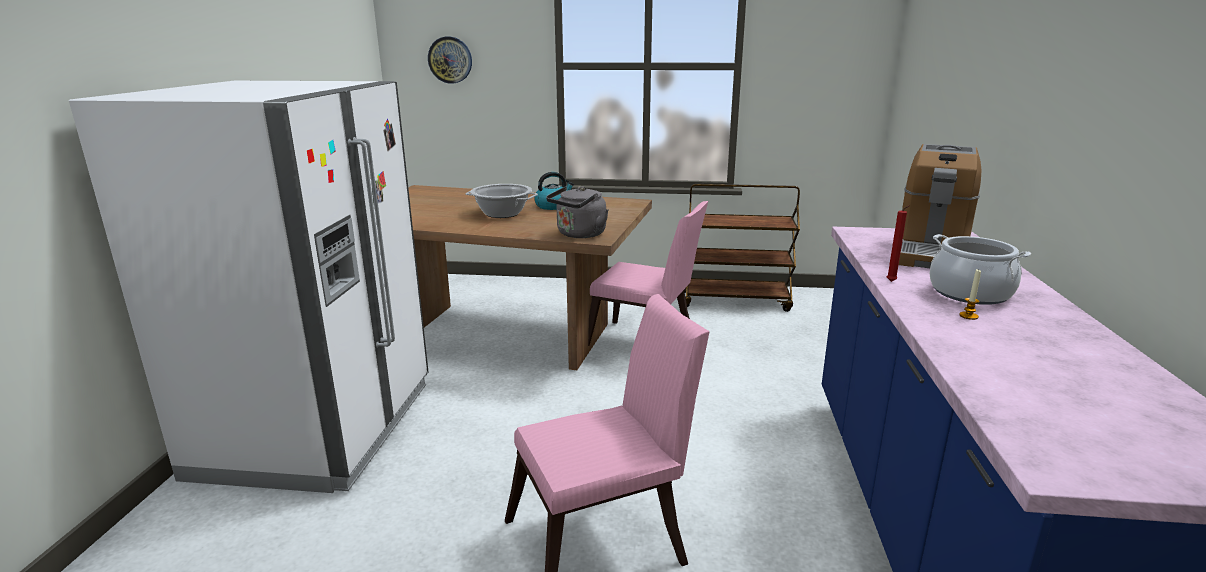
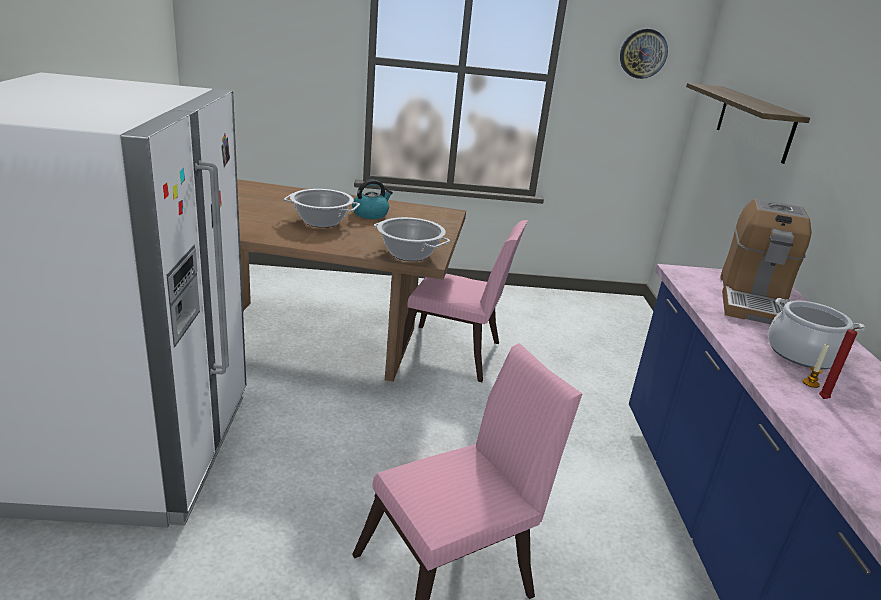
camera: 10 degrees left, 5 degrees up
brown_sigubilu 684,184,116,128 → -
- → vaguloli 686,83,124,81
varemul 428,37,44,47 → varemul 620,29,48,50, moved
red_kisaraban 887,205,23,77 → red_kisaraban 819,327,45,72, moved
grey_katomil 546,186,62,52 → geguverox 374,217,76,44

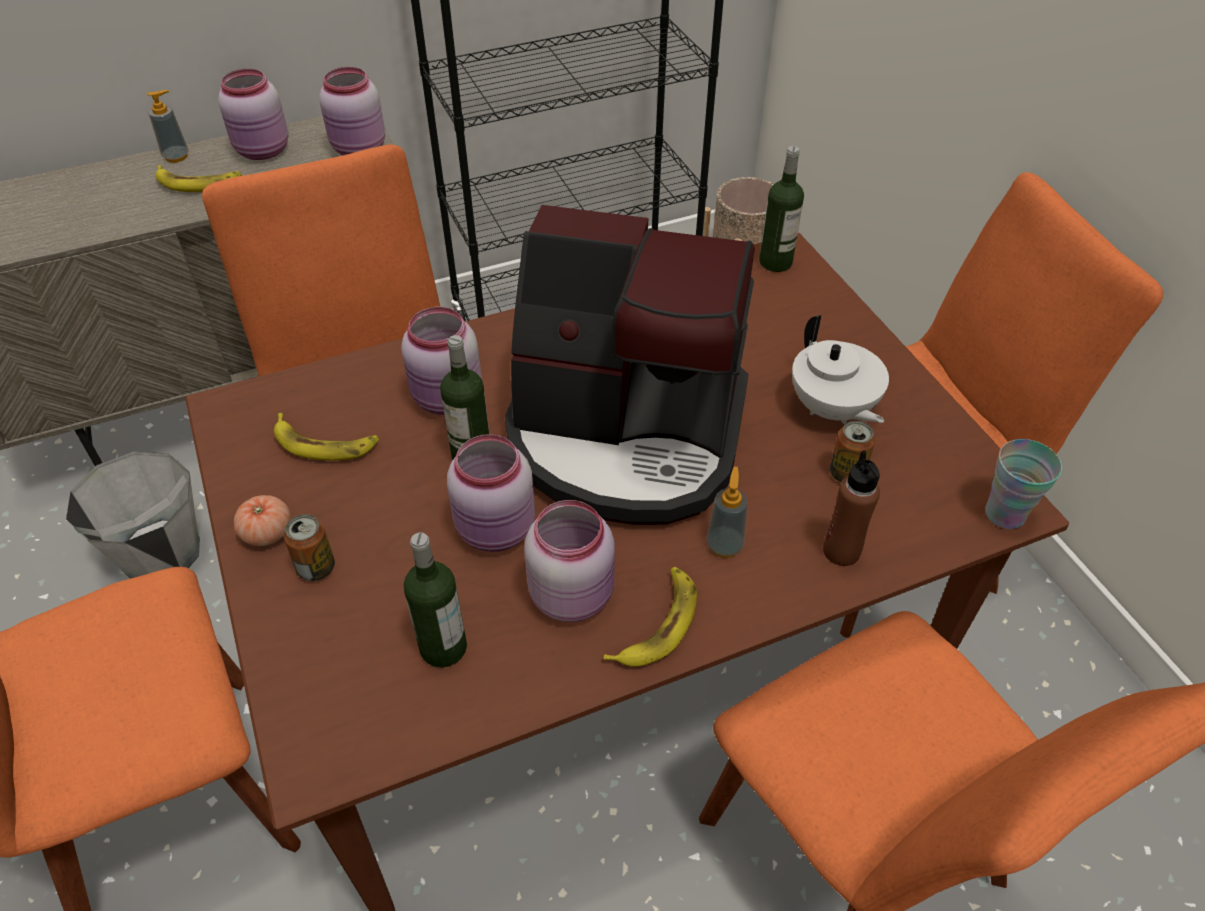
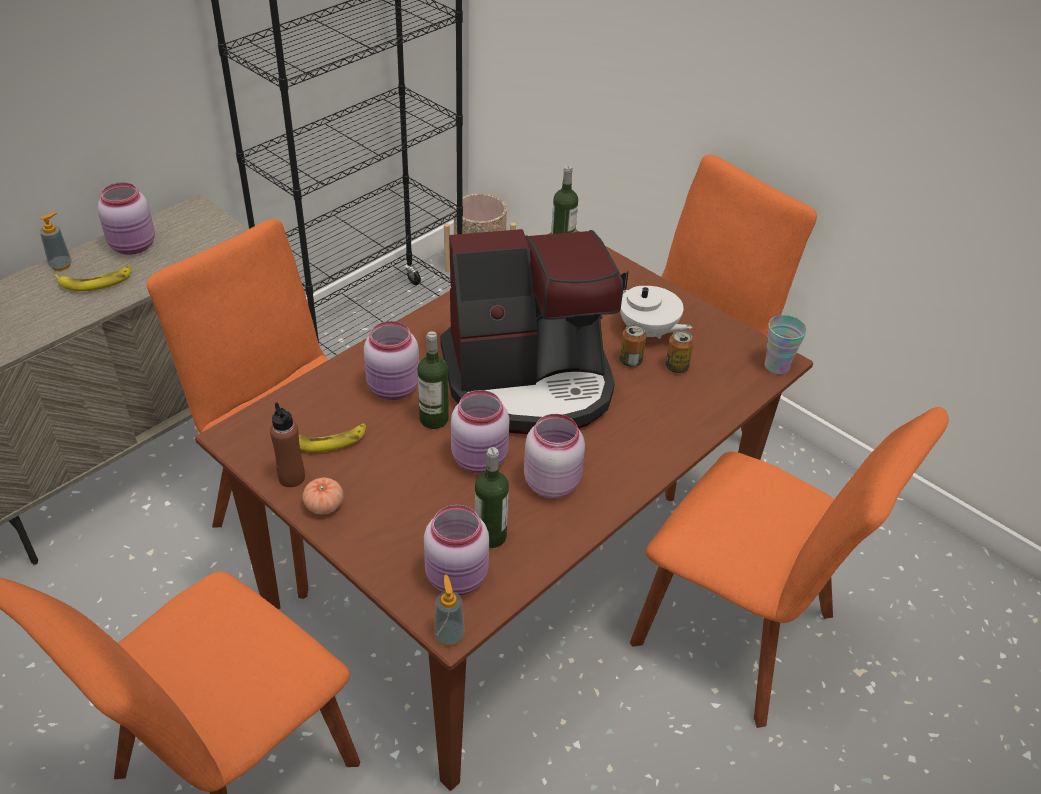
camera: 25 degrees left, 5 degrees down
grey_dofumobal 66,451,134,128 → -
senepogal 604,567,93,100 → -
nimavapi 284,514,51,67 → nimavapi 619,324,28,43, moved
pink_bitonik 319,67,66,88 → pink_bitonik 424,505,65,90, moved
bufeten 706,466,42,92 → bufeten 434,575,30,71, moved
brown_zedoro 823,450,57,116 → brown_zedoro 270,402,35,85, moved

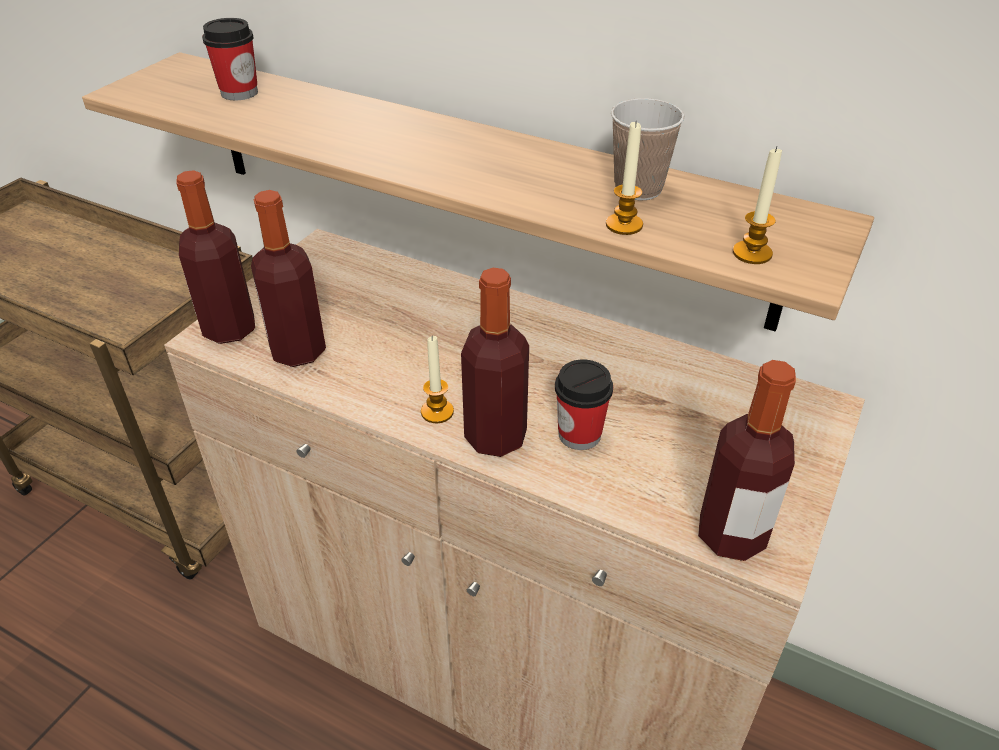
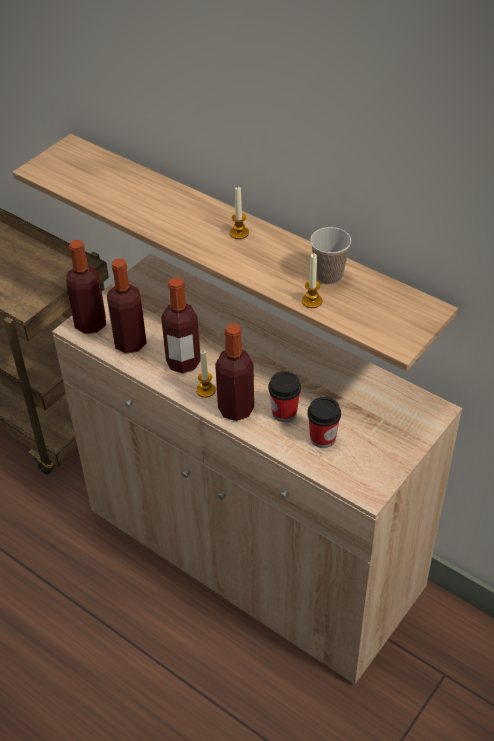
camera: 10 degrees right, 5 degrees up
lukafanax 202,18,56,82 → lukafanax 307,397,34,51, moved
zedoro 698,360,98,201 → zedoro 161,277,40,96, moved
kisaraban 733,147,49,117 → kisaraban 230,187,19,52, moved

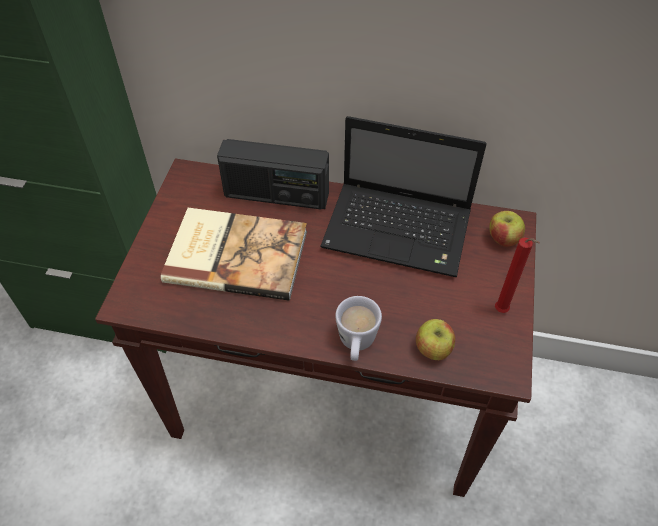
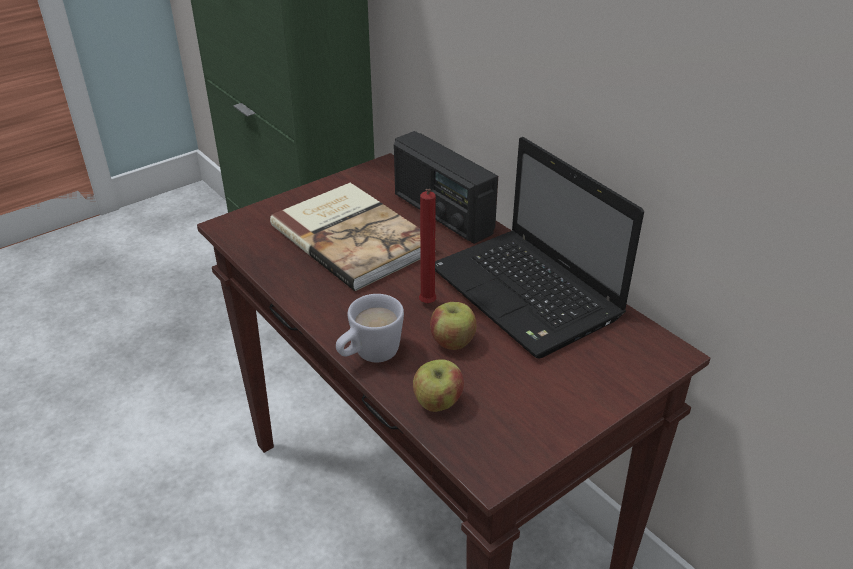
camera: 40 degrees right, 15 degrees down
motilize 489,211,36,36 → motilize 430,302,47,48, moved
red_kisaraban 495,237,45,76 → red_kisaraban 419,189,17,114, moved

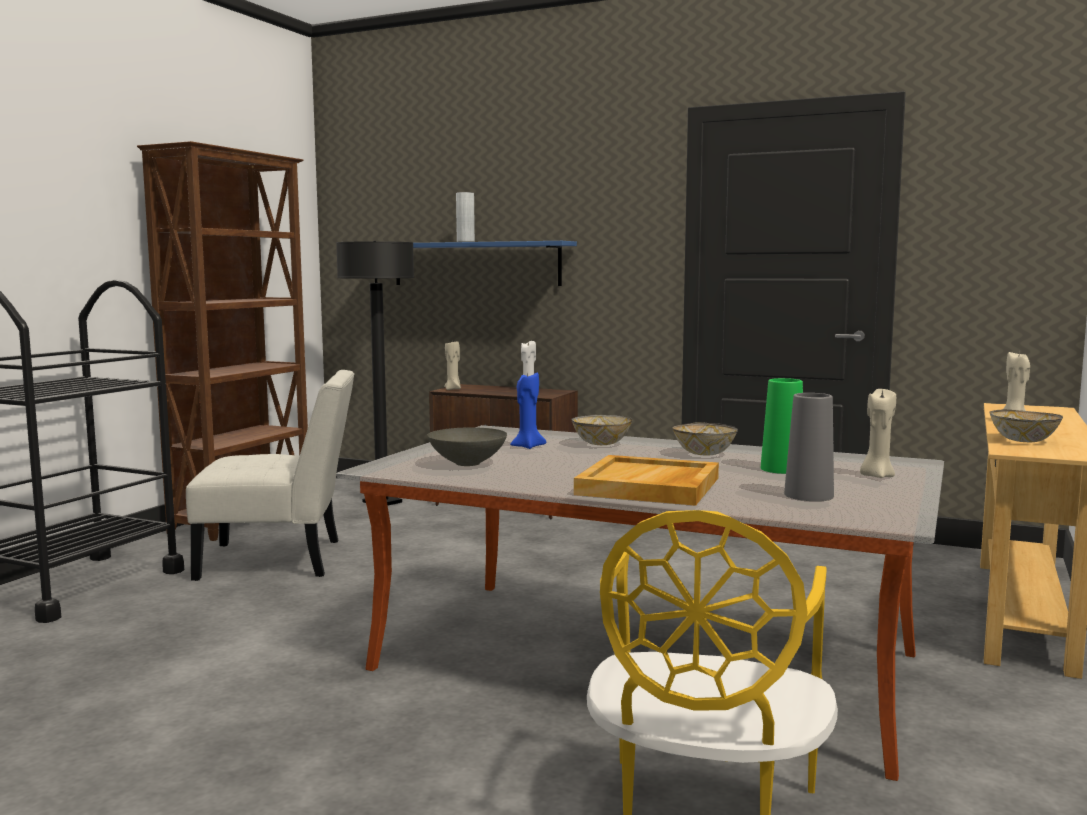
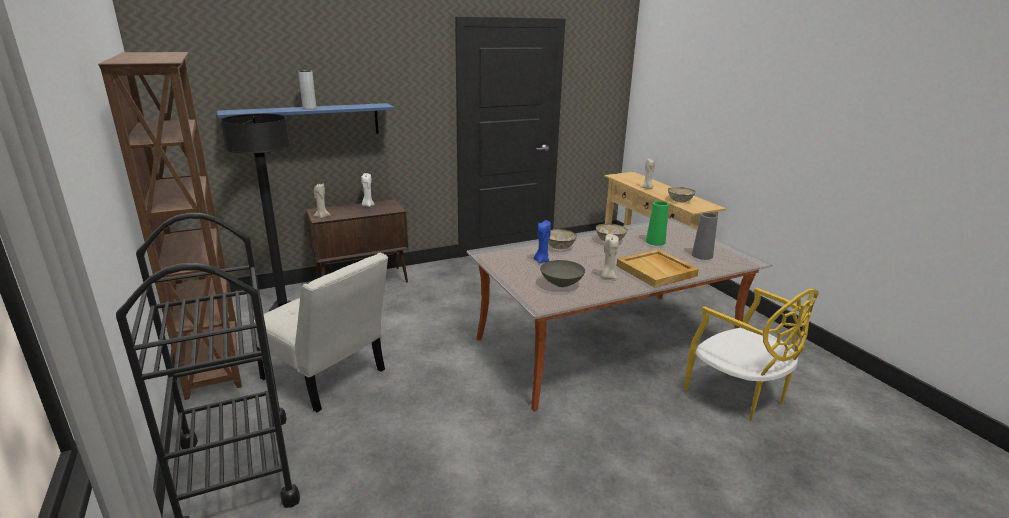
camera: 50 degrees left, 15 degrees up
beige_kisaraban 860,389,36,89 → beige_kisaraban 601,234,18,45, moved
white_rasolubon 186,370,168,211 → white_rasolubon 250,253,138,159, 90 degrees clockwise

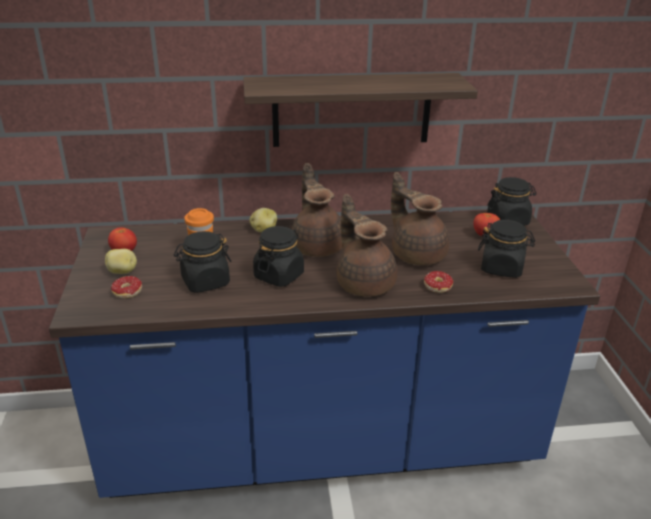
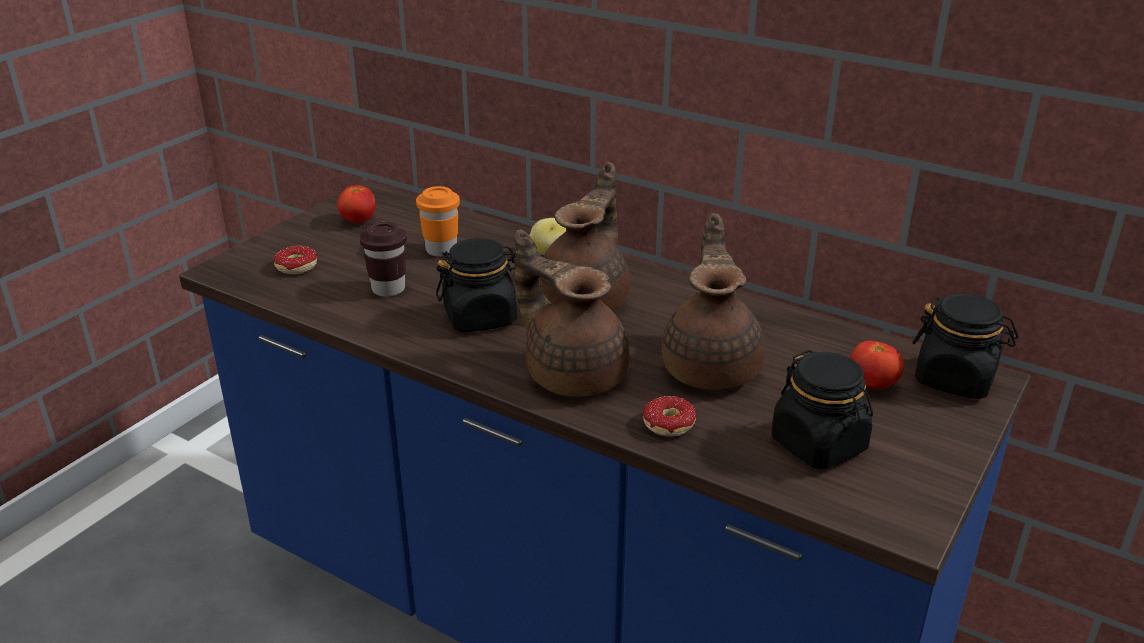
camera: 40 degrees right, 0 degrees up
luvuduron 105,249,32,25 → -
vaguloli 243,73,235,74 → -
black_bitonik 174,231,58,62 → brown_lukafanax 360,222,47,75
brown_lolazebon 336,194,61,103 → brown_lolazebon 515,230,115,167, 60 degrees counterclockwise

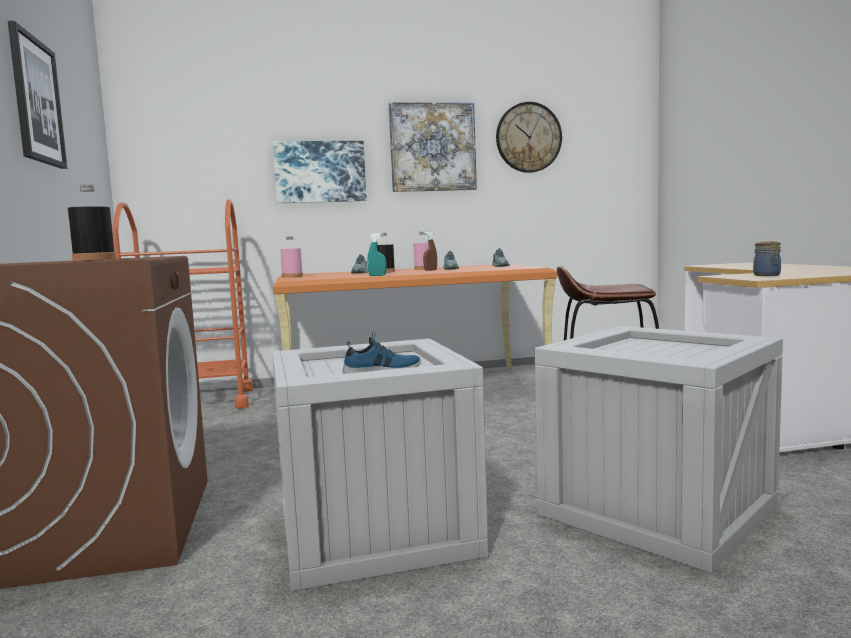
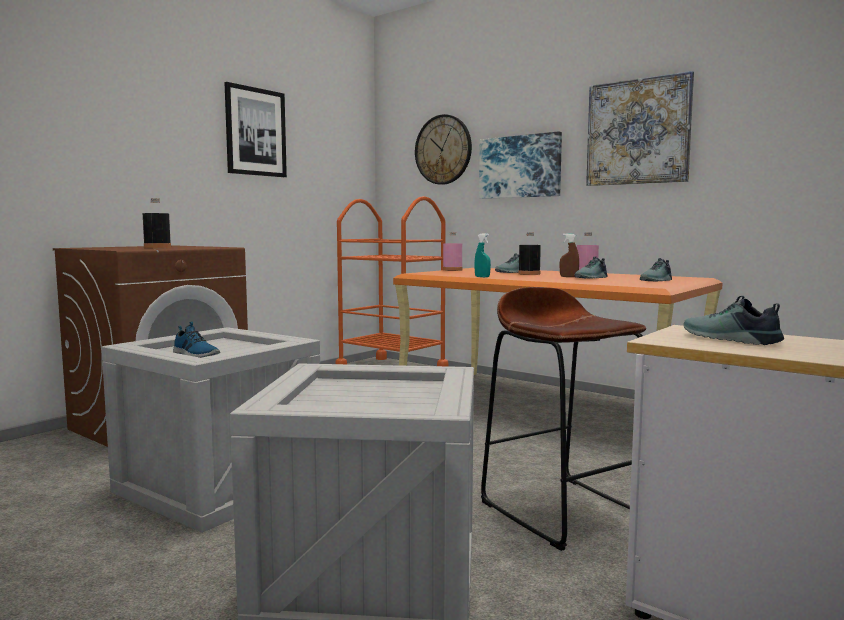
camera: 50 degrees right, 0 degrees up
varemul 496,102,66,71 → varemul 415,114,57,71, moved
bitonik 753,241,28,35 → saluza 683,296,101,49

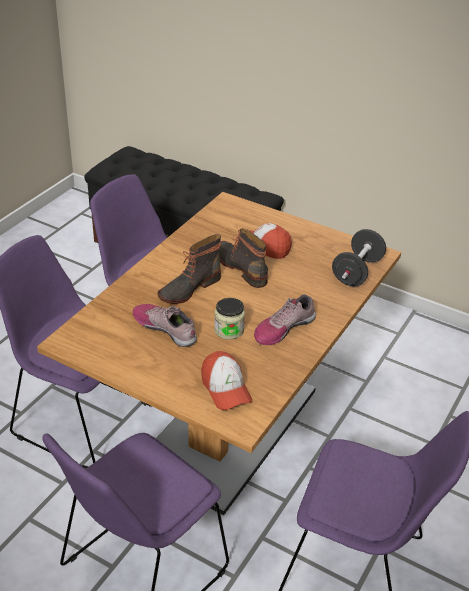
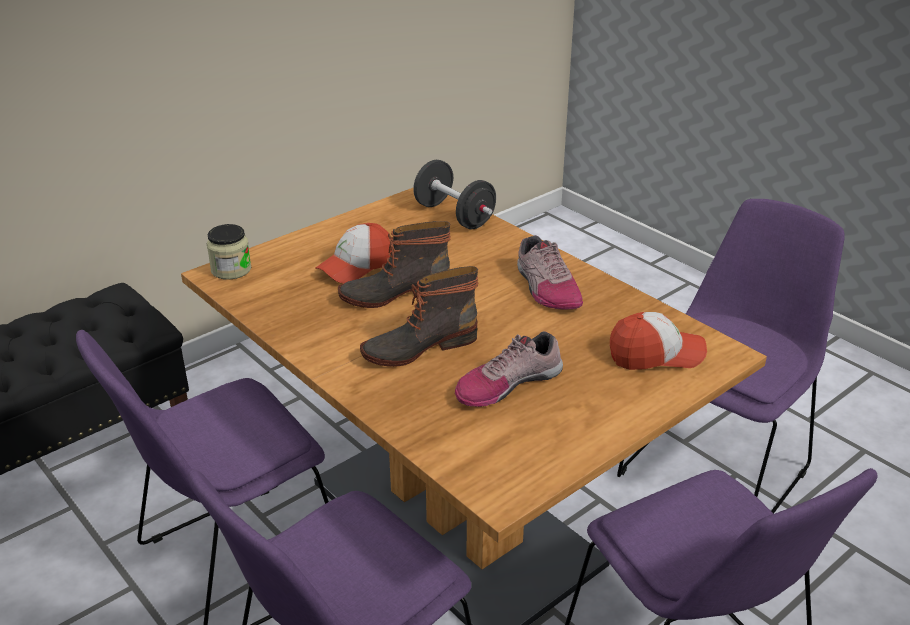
camera: 70 degrees left, 5 degrees down
bitonik 214,298,31,42 → bitonik 207,224,44,56, moved
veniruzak 158,234,63,70 → veniruzak 360,266,118,101, 90 degrees clockwise

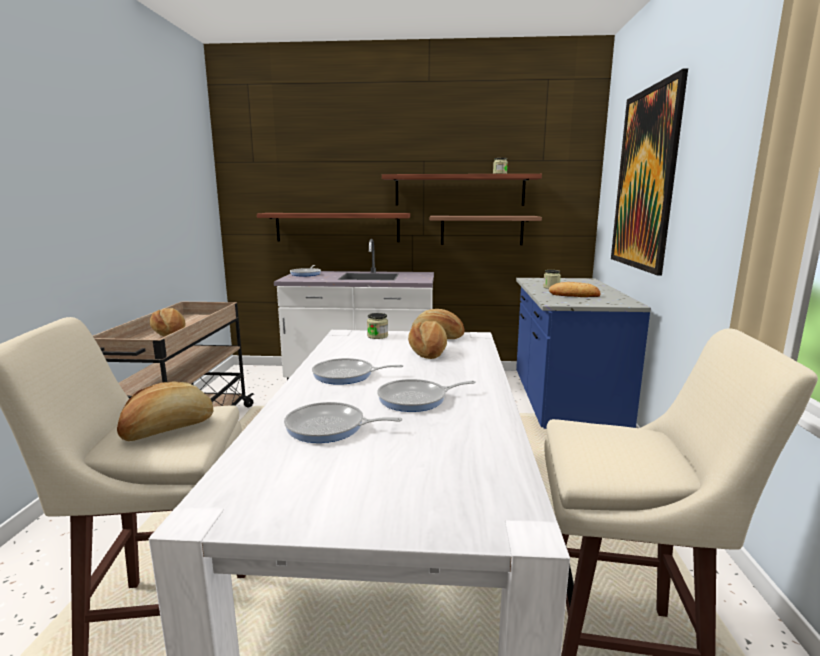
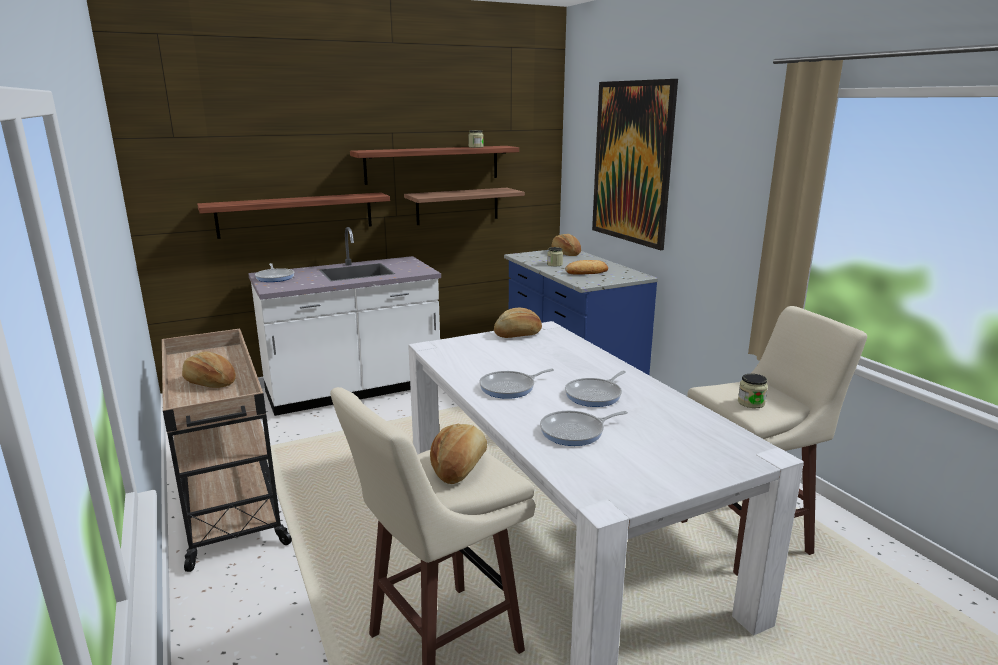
camera: 30 degrees left, 5 degrees up
bitonik 367,313,21,26 → bitonik 738,374,30,34, moved
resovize 408,321,39,38 → resovize 551,234,30,22, moved

